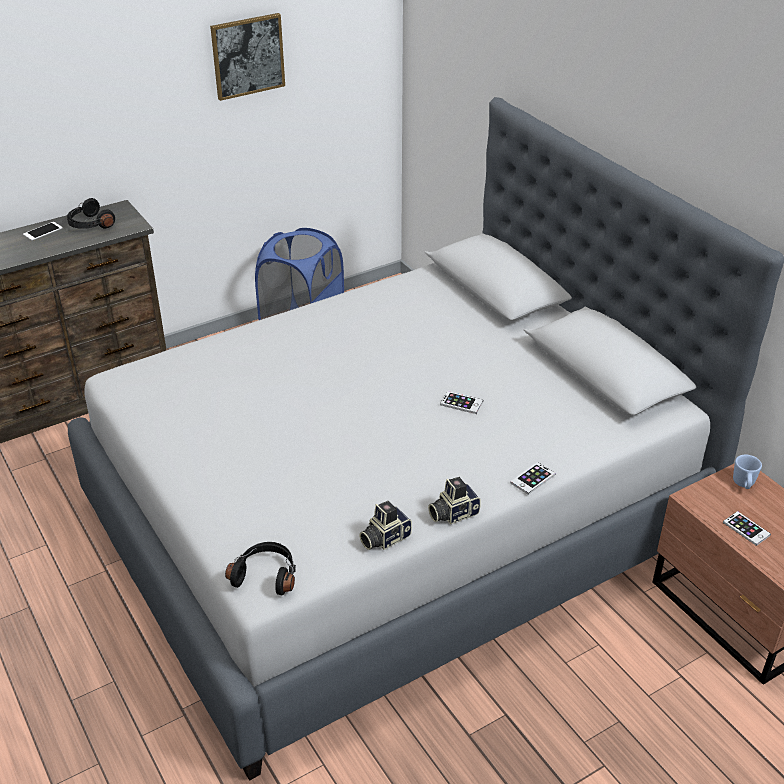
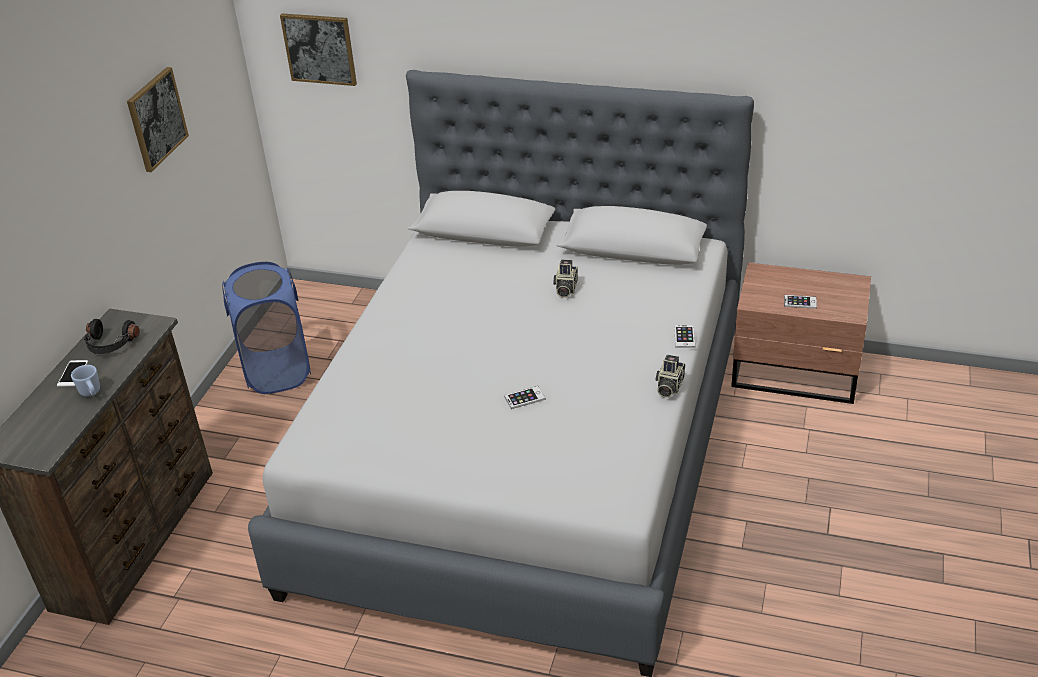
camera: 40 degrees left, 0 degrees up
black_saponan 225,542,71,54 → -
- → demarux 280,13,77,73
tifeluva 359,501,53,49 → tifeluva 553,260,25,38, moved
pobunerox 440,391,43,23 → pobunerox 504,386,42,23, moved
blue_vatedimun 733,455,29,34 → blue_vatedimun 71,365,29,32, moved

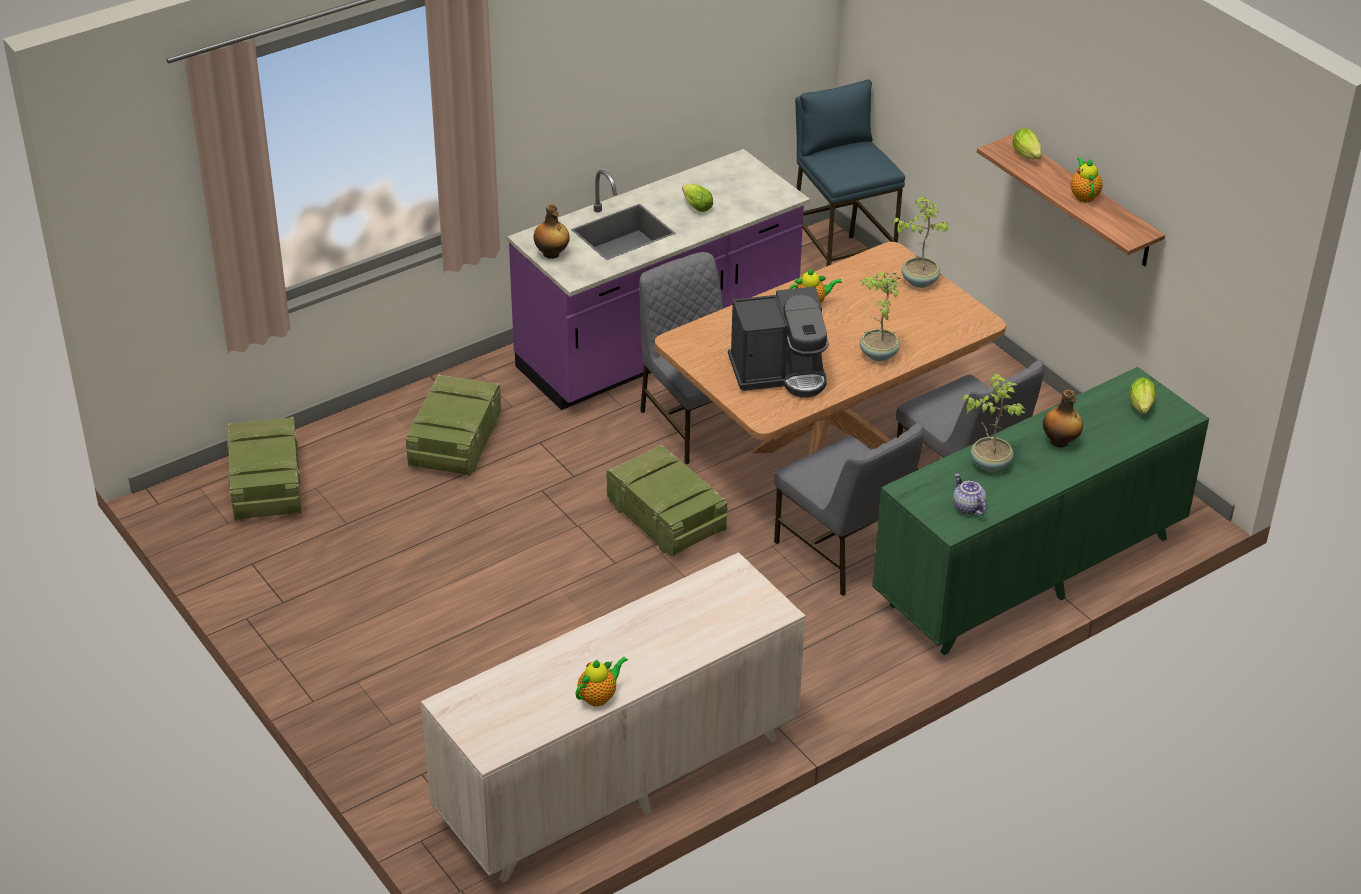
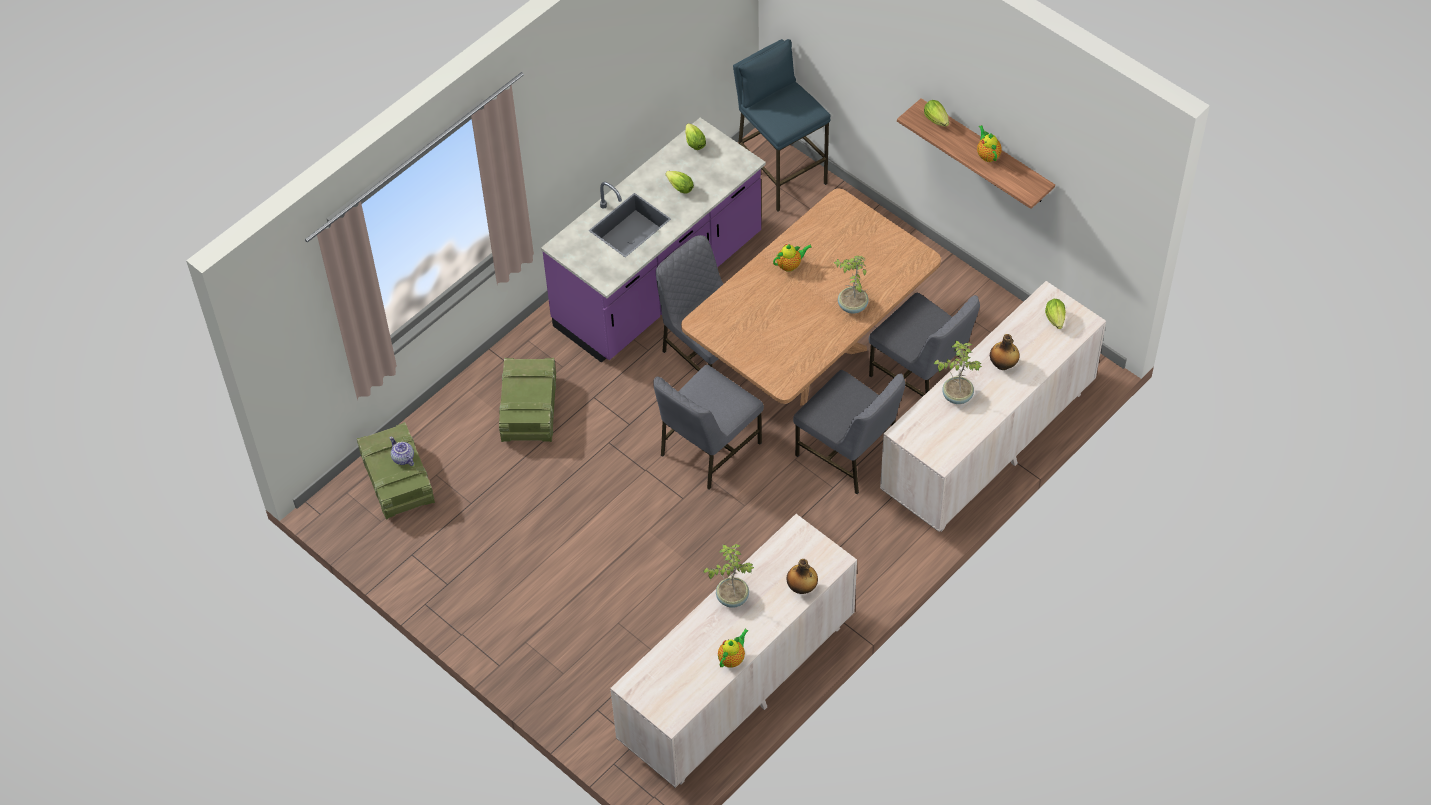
camera: 10 degrees left, 15 degrees up
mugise 728,286,101,112 → -
- → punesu 685,123,21,27
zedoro 534,204,36,55 → zedoro 787,559,31,35, moved
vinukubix 892,197,59,91 → vinukubix 703,544,51,64, moved
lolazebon 953,473,33,42 → lolazebon 390,437,24,29, moved
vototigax 606,445,121,111 → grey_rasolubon 653,365,111,125
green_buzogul 872,367,337,288 → beige_buzogul 880,281,226,251

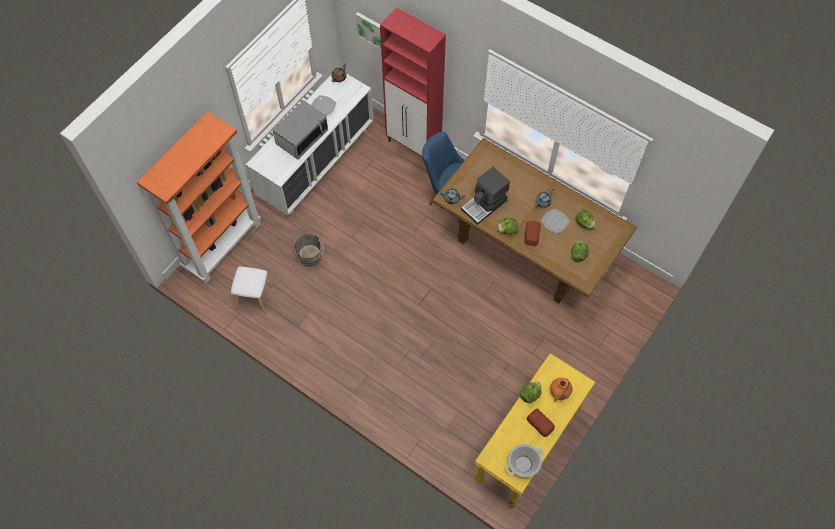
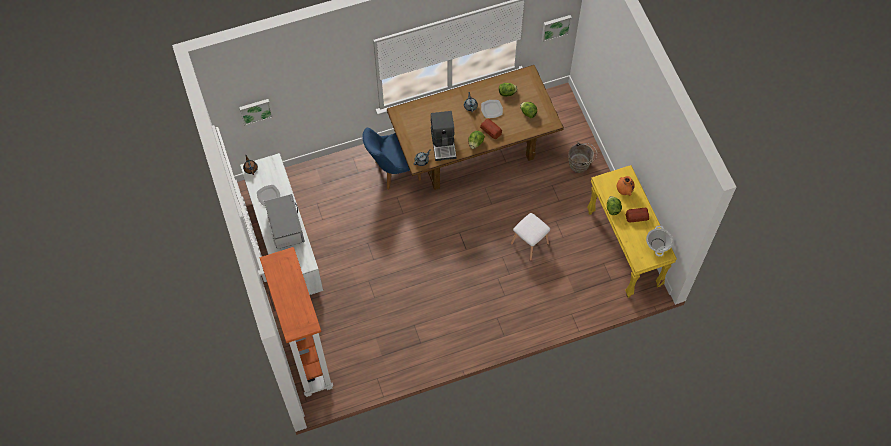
camera: 55 degrees left, 0 degrees up
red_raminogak 380,7,66,150 → -
- → demarux 542,15,30,27
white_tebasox 231,266,42,48 → white_tebasox 511,213,39,48, moved
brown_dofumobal 294,233,30,34 → brown_dofumobal 568,142,29,31, moved

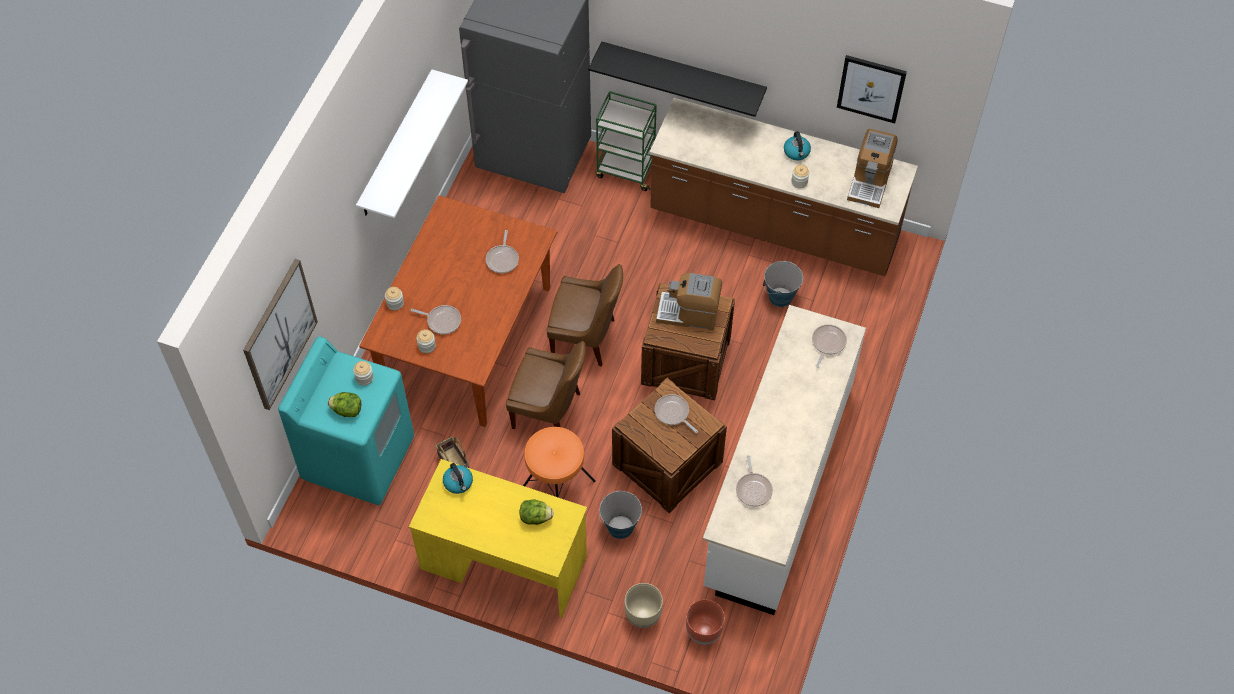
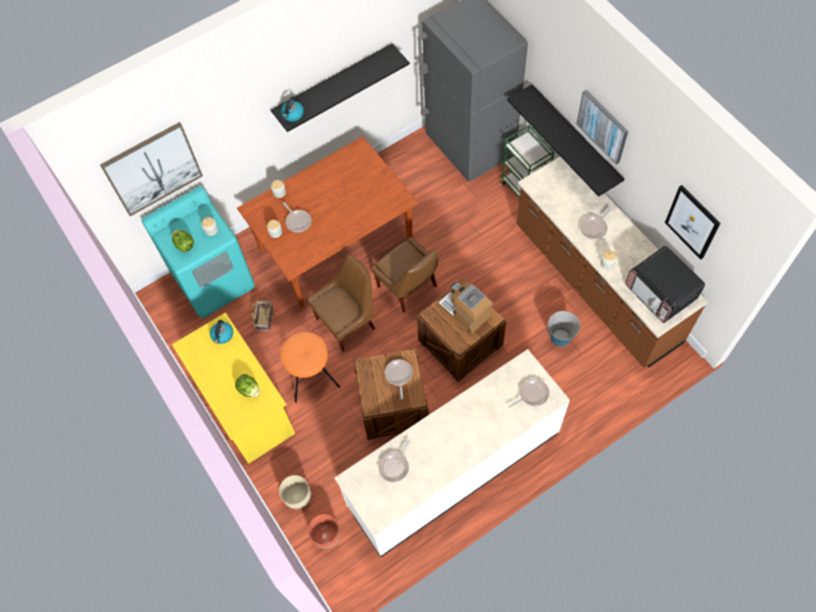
camera: 40 degrees right, 5 degrees up
dofumobal 599,491,43,48 → -
- → demarux 577,90,51,74
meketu 486,230,33,43 → meketu 580,208,31,32, moved
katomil 784,131,27,29 → katomil 281,97,23,25, moved
mugise 847,129,50,79 → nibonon 626,246,79,77
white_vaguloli 356,69,112,149 → black_vaguloli 271,44,139,88
brown_rasolubon 506,341,80,88 → brown_rasolubon 308,255,67,97, 90 degrees counterclockwise

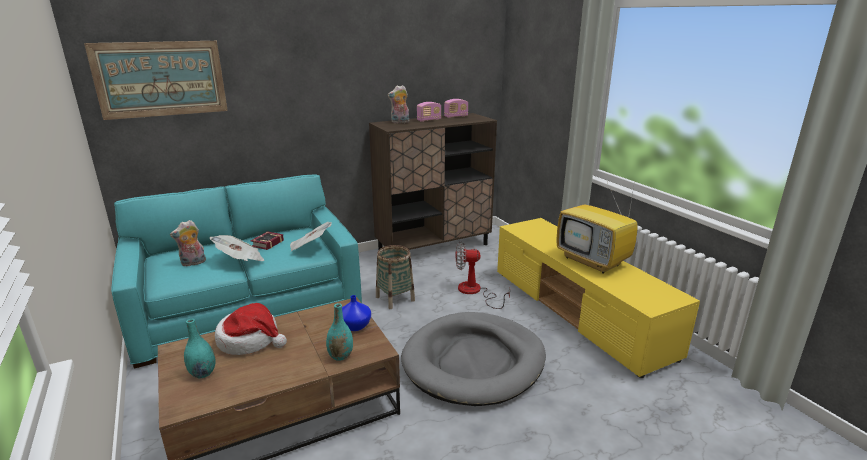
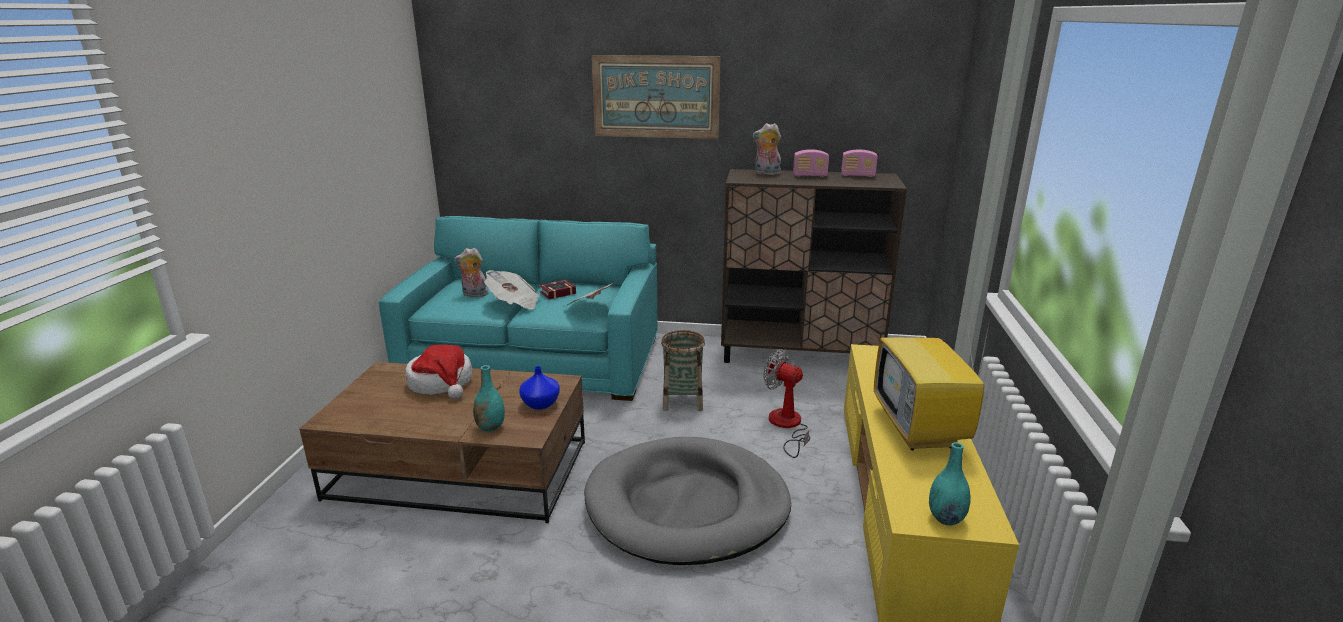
camera: 35 degrees right, 0 degrees up
demarux 84,41,144,79 → demarux 592,55,129,84, moved
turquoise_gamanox 184,319,31,60 → turquoise_gamanox 929,442,42,83, moved

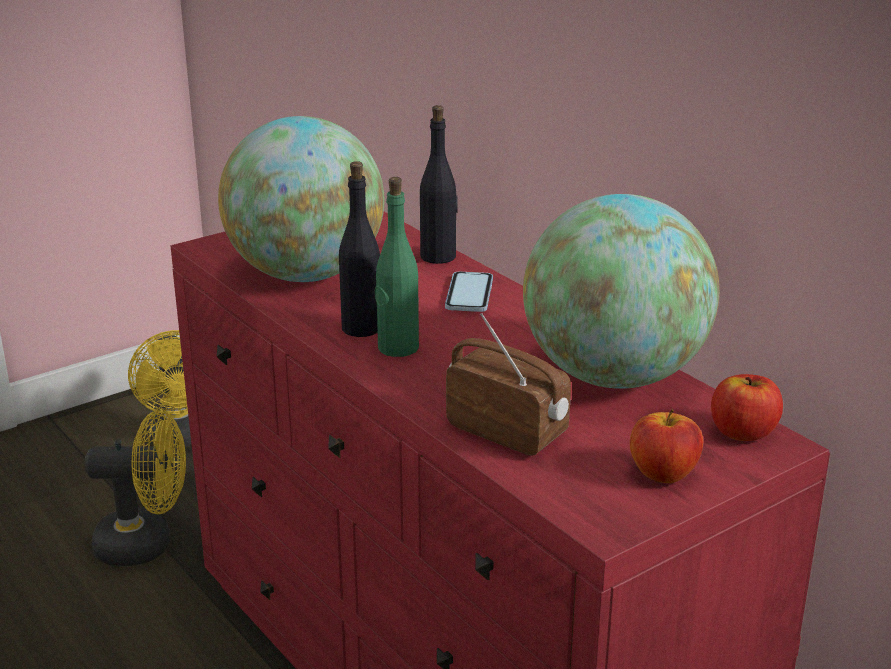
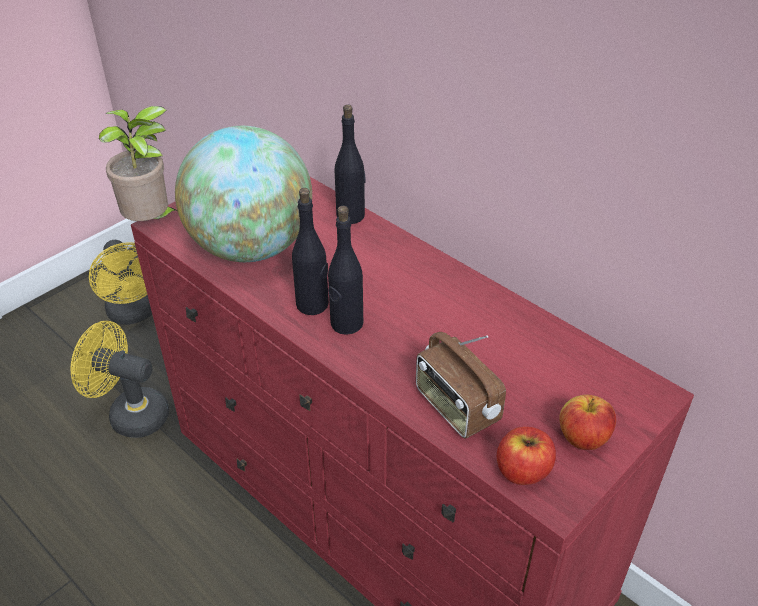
camera: 10 degrees left, 15 degrees up
pobunerox 445,271,48,41 → -
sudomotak 523,194,196,195 → -
- → vinukubix 99,106,78,115
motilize 711,374,72,67 → motilize 497,427,59,58, moved
green_zedoro 375,177,44,180 → black_zedoro 328,206,35,129
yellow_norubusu 85,410,101,156 → yellow_norubusu 71,321,98,117, 150 degrees counterclockwise
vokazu 446,313,125,143 → vokazu 416,332,90,107, 150 degrees counterclockwise

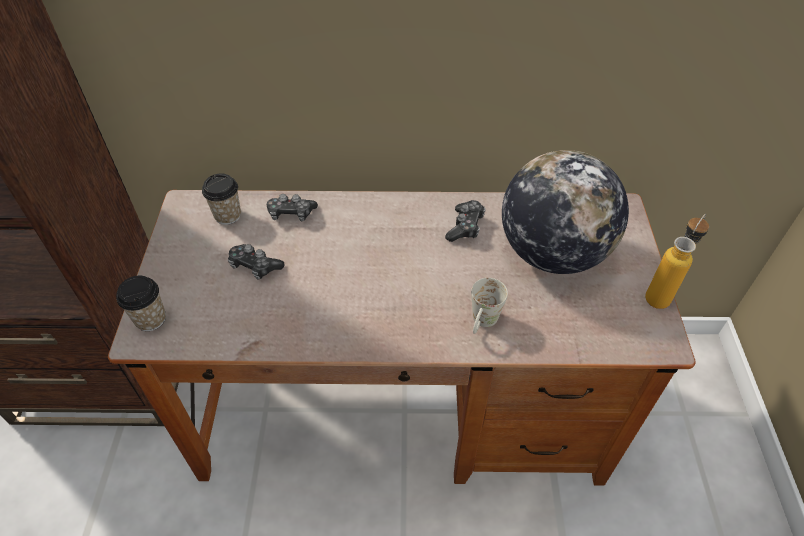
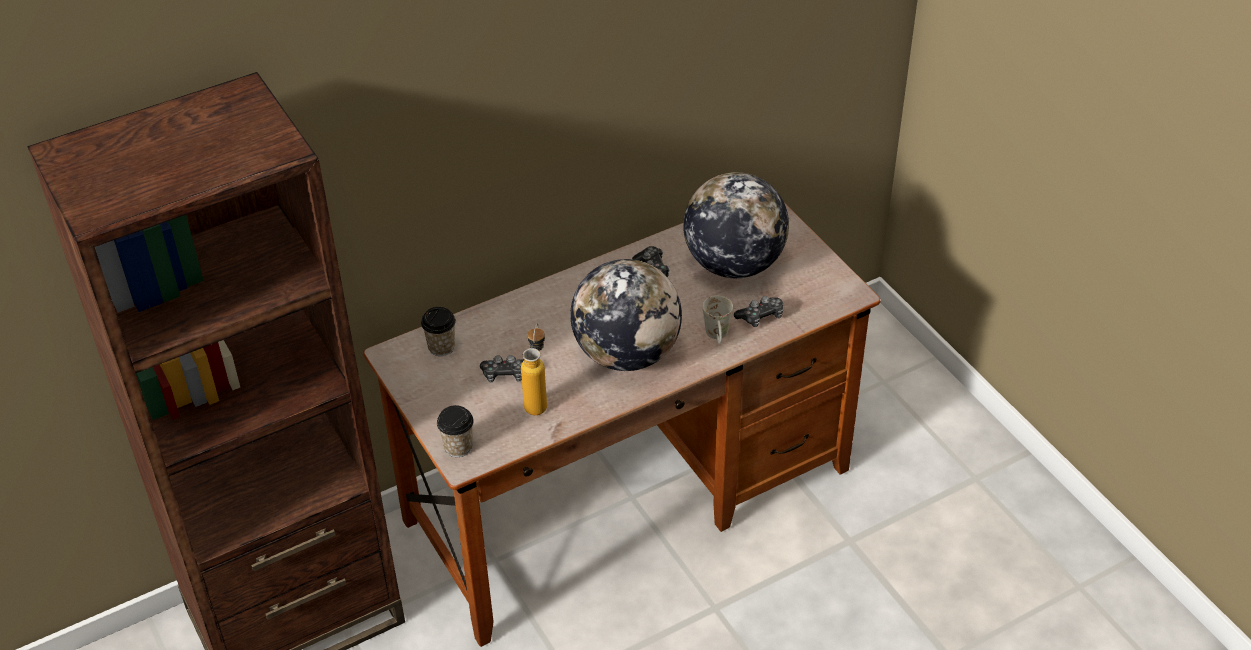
camera: 30 degrees left, 5 degrees down
- → sudomotak 570,259,112,112
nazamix 267,194,51,27 → nazamix 734,296,49,31, moved
zedoro 645,214,64,95 → zedoro 521,324,26,91, moved

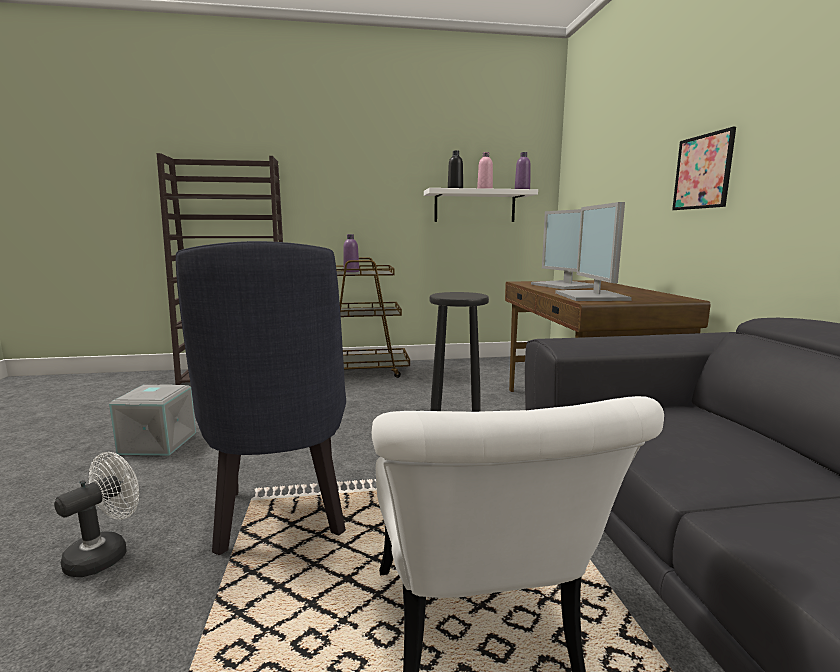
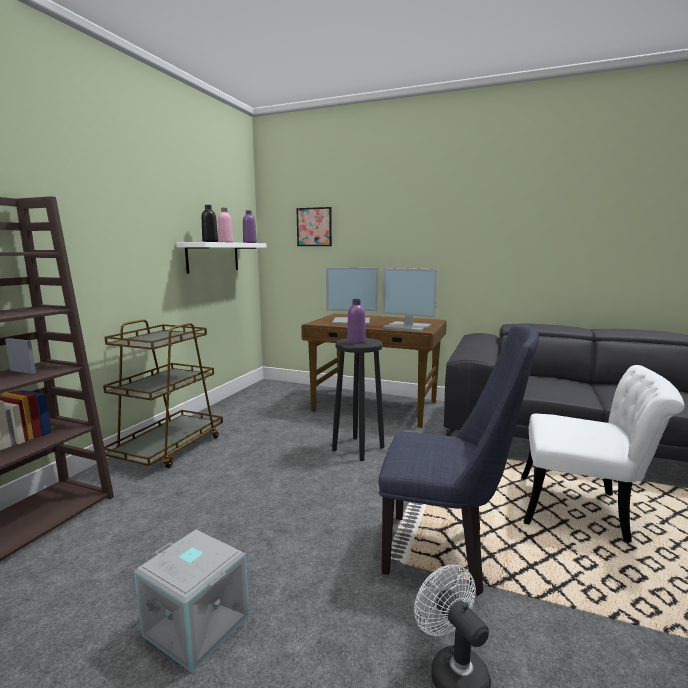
camera: 60 degrees left, 0 degrees up
purple_zedoro 343,234,16,38 → purple_zedoro 347,299,19,45, moved
demarux 672,127,64,83 → demarux 296,207,36,39, moved

